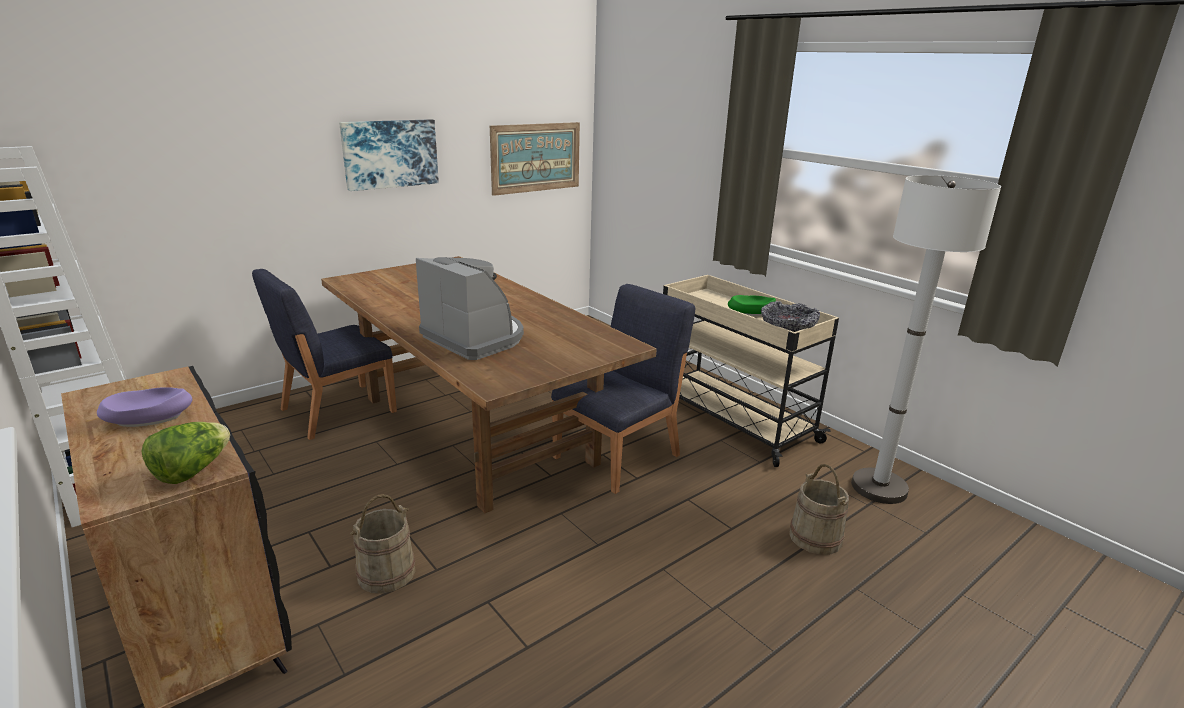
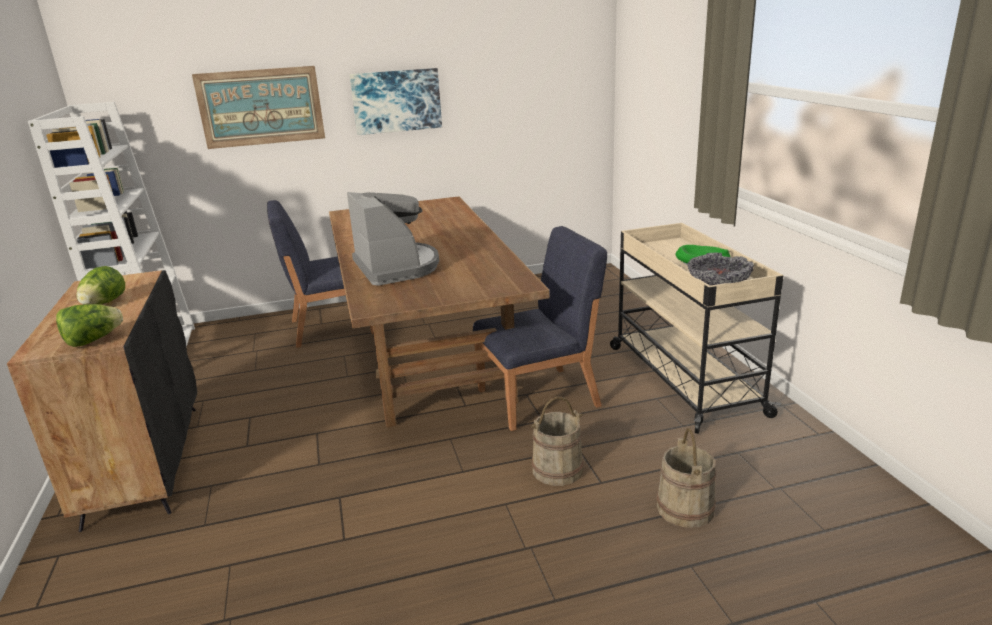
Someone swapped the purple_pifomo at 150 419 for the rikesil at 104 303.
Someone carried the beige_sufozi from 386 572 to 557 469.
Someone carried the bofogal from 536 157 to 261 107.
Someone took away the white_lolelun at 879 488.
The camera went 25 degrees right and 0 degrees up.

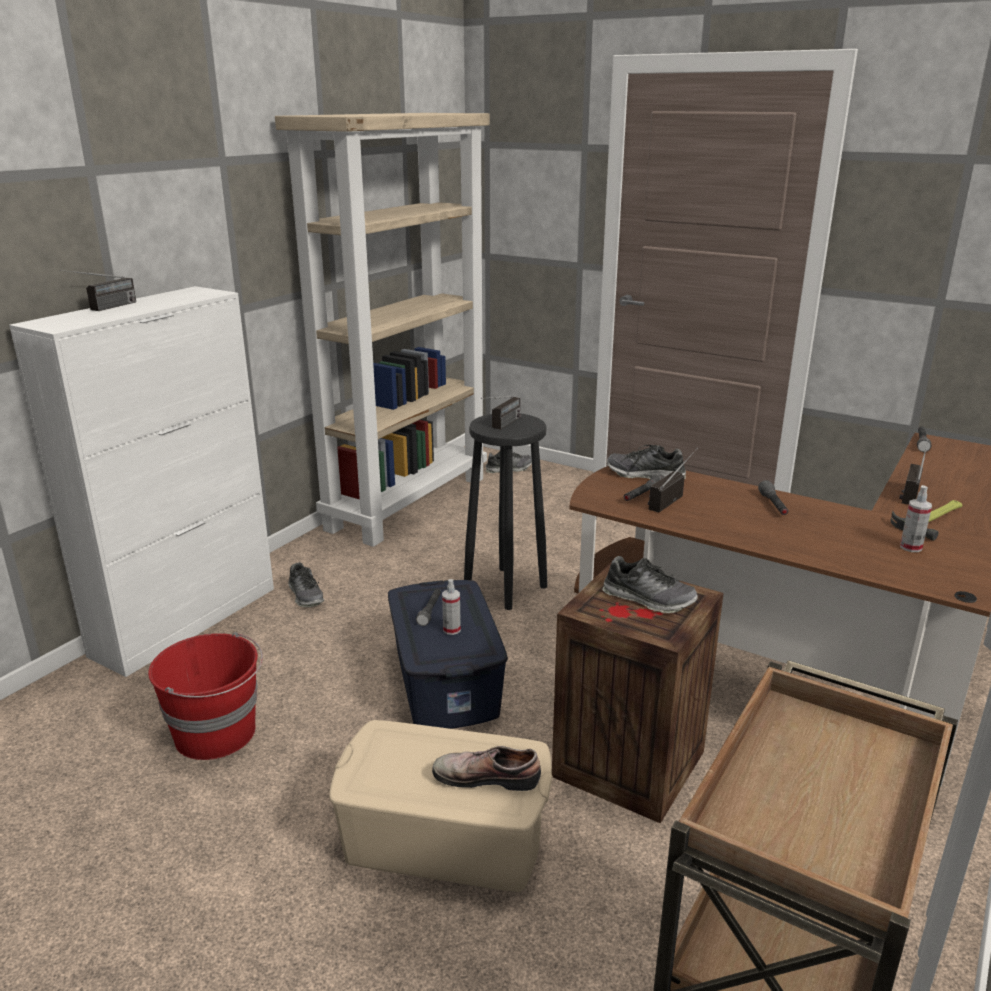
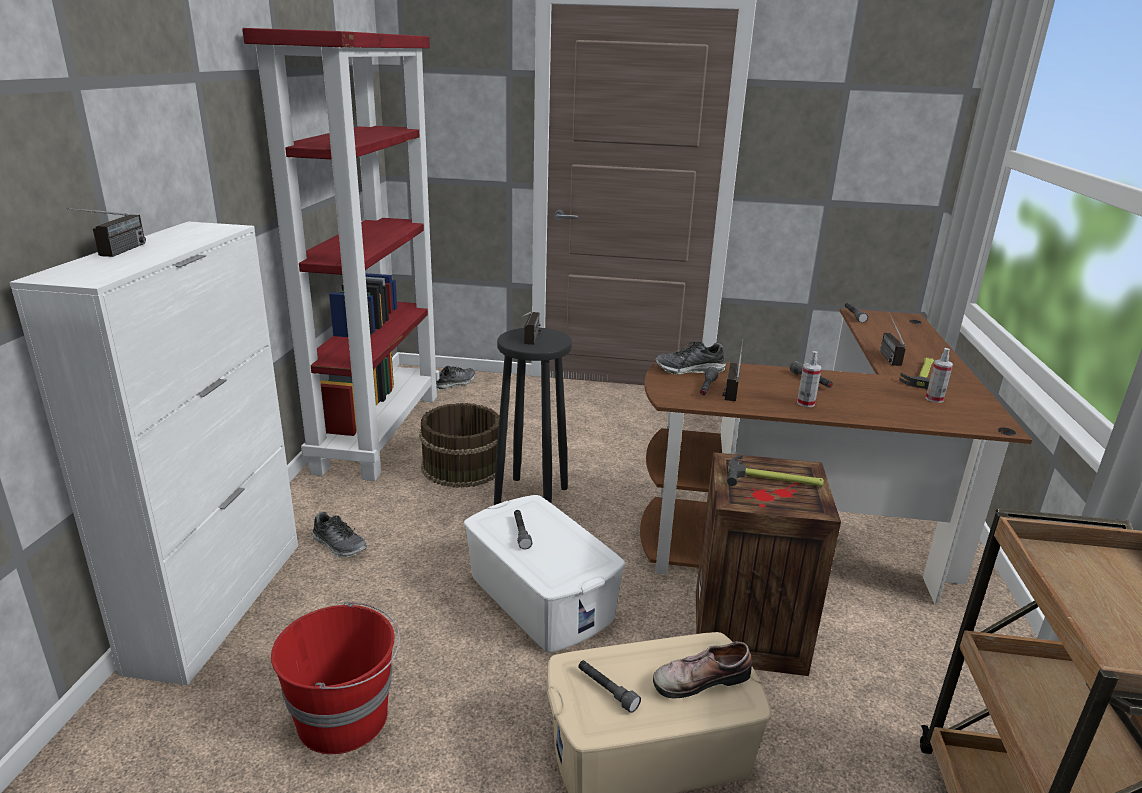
Someone repainted the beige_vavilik at 407 502, which became the red_vavilik at 378 430.
Someone repainted the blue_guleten at 446 680, which became the white_guleten at 541 597.
Someone carried the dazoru from 451 629 to 805 403.
Someone swapped the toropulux at 648 599 for the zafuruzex at 774 480.
Someone put down the brown_sufozi at 461 466.
Someone put down the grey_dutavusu at 606 690.
The camera went 25 degrees left and 0 degrees up.

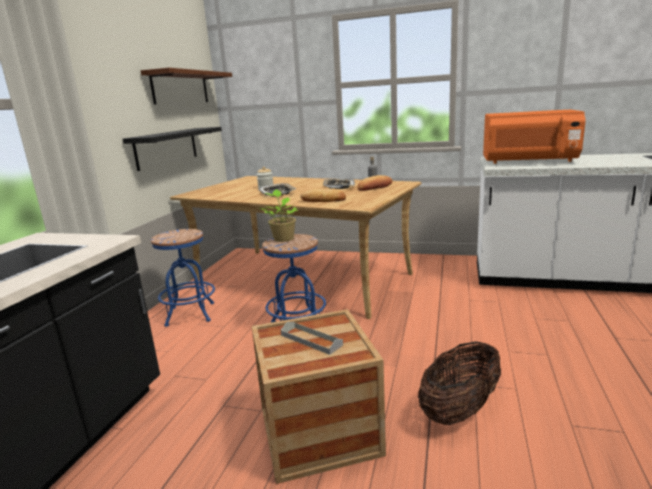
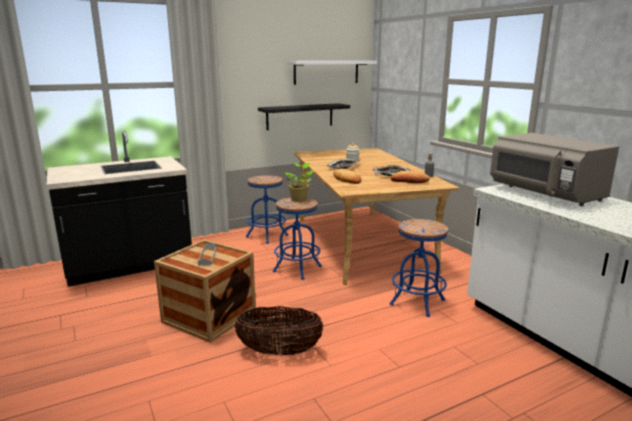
Someone repainted the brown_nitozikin at 180 88, which became the white_nitozikin at 326 72.
Someone repainted the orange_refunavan at 528 161, which became the grey_refunavan at 545 194.
Someone put down the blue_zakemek at 417 302.
The camera went 45 degrees right and 0 degrees up.

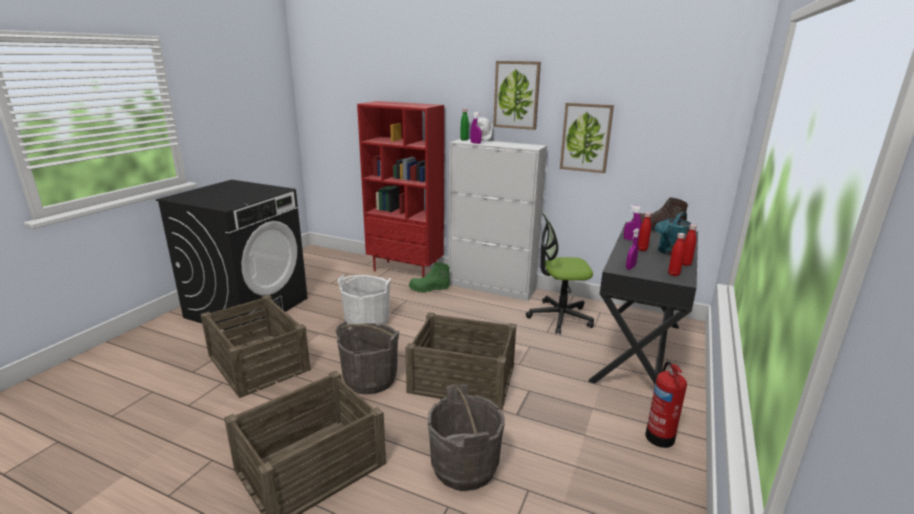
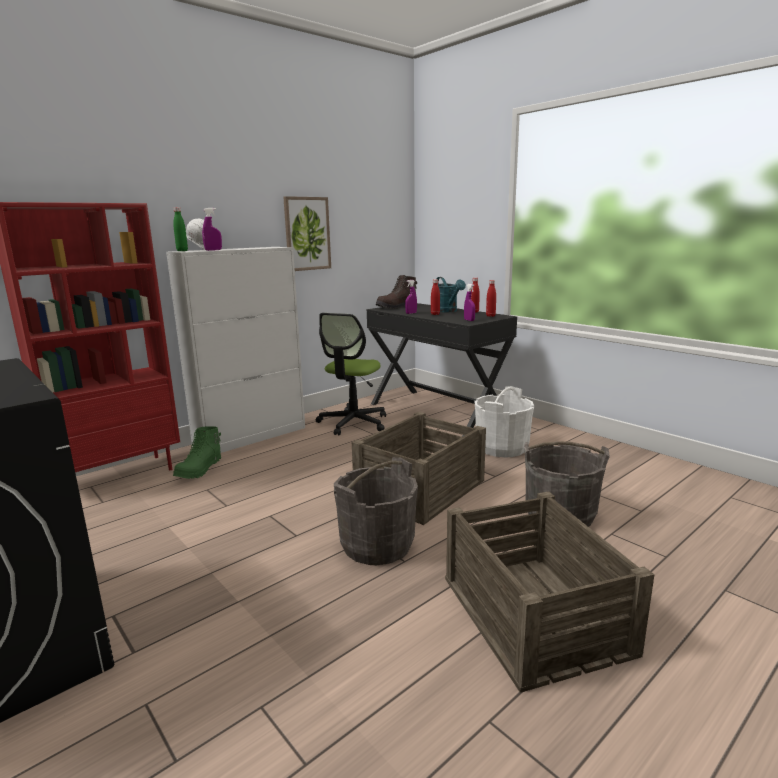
Someone took away the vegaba at 258 363.
Someone carried the white_sufozi from 367 321 to 501 447.
Someone took away the bofogal at 516 95.
Someone took away the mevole at 659 436.
The camera went 65 degrees left and 5 degrees down.

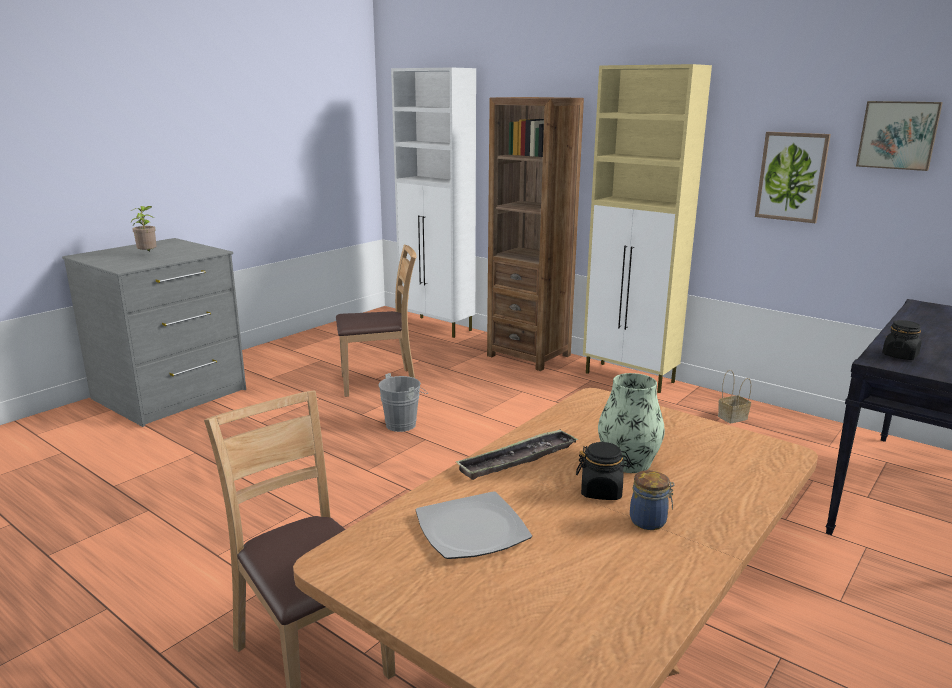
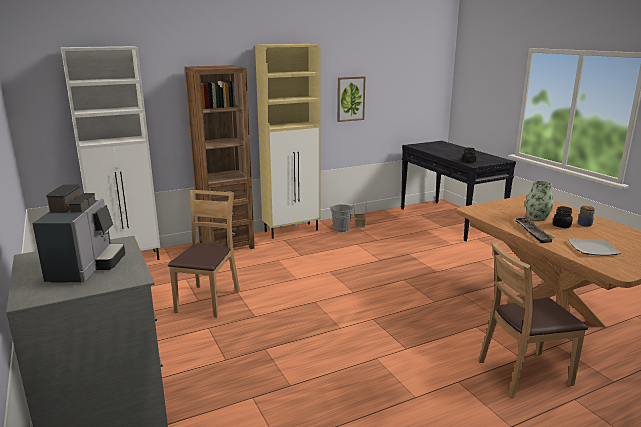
Someone swapped the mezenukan at 148 254 for the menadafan at 86 267.
Someone carried the grey_sufozi from 404 424 to 340 228.
Someone took away the bofogal at 898 135.
The camera went 65 degrees left and 0 degrees up.

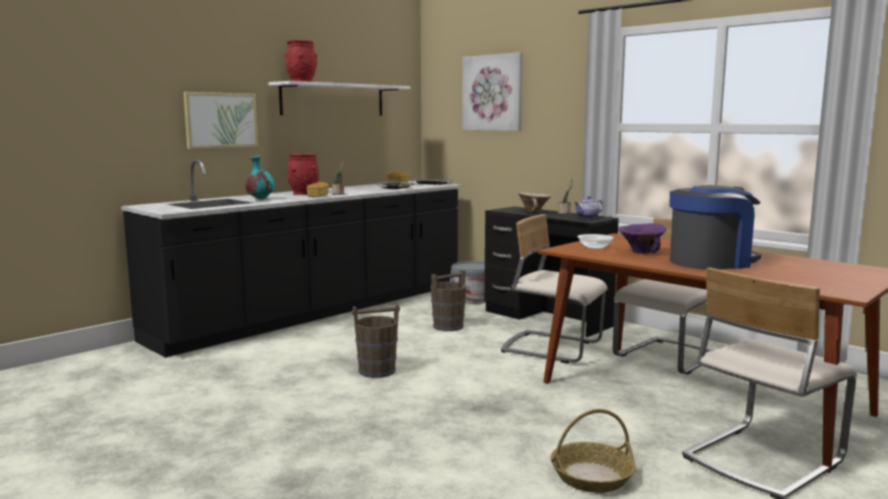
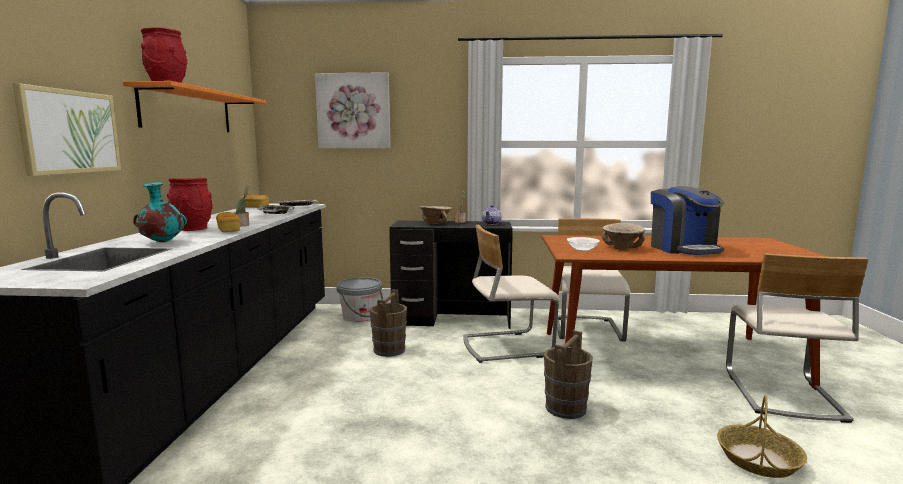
Someone repainted the white_nitozikin at 333 100, which became the orange_nitozikin at 188 111.
Someone carried the brown_sufozi from 376 371 to 565 408.
Someone repainted the purple_pifomo at 640 252, which became the beige_pifomo at 622 248.
Someone rotated the menadafan at 711 262 by 135 degrees clockwise.
The camera went 40 degrees left and 0 degrees up.

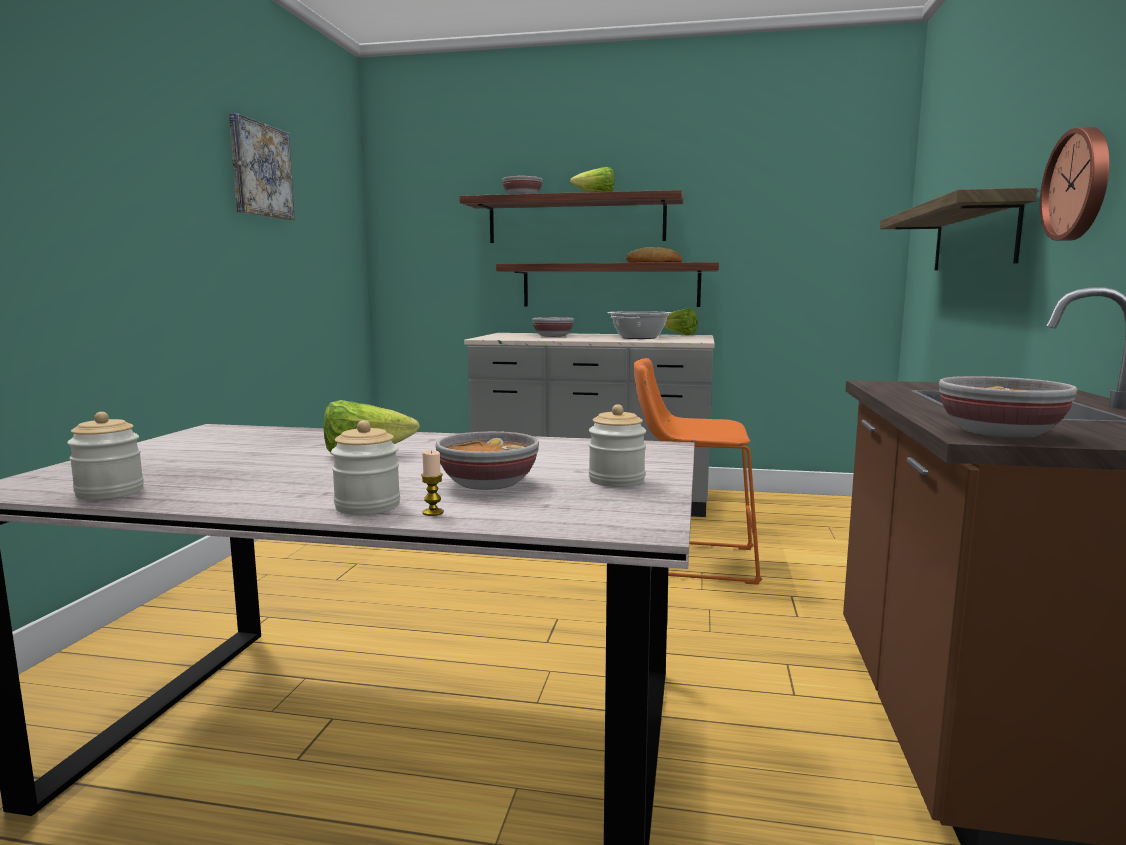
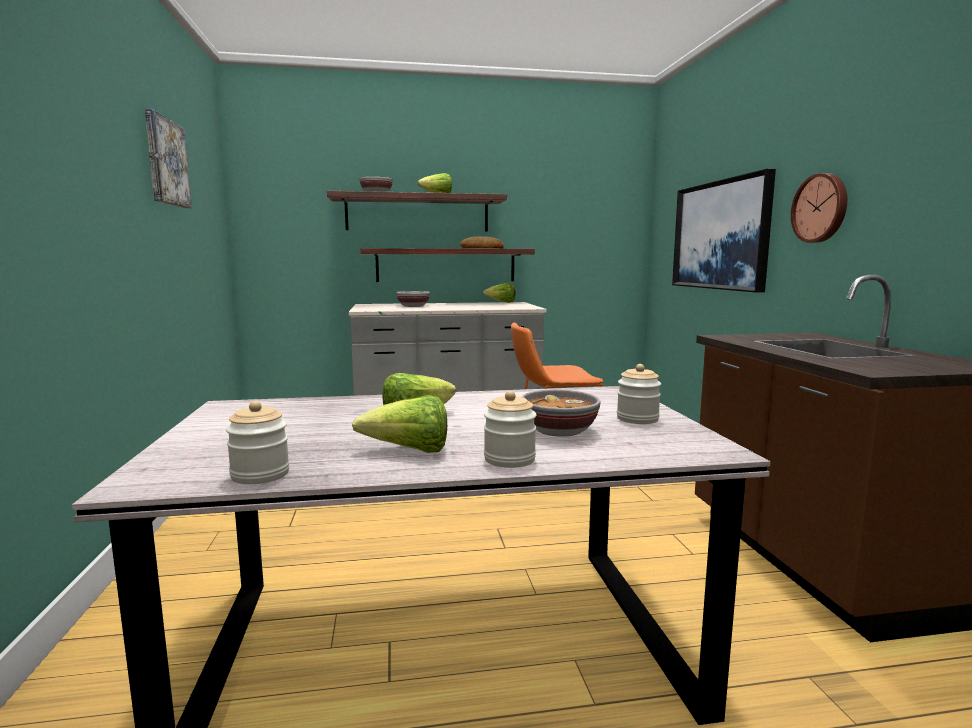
Someone took away the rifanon at 433 512.
Someone took away the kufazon at 639 338.
Someone swapped the nitozikin at 974 236 for the bofogal at 720 235.
Someone took away the pifomo at 1000 434.
Someone put down the rikesil at 409 451.
The camera went 20 degrees left and 0 degrees up.

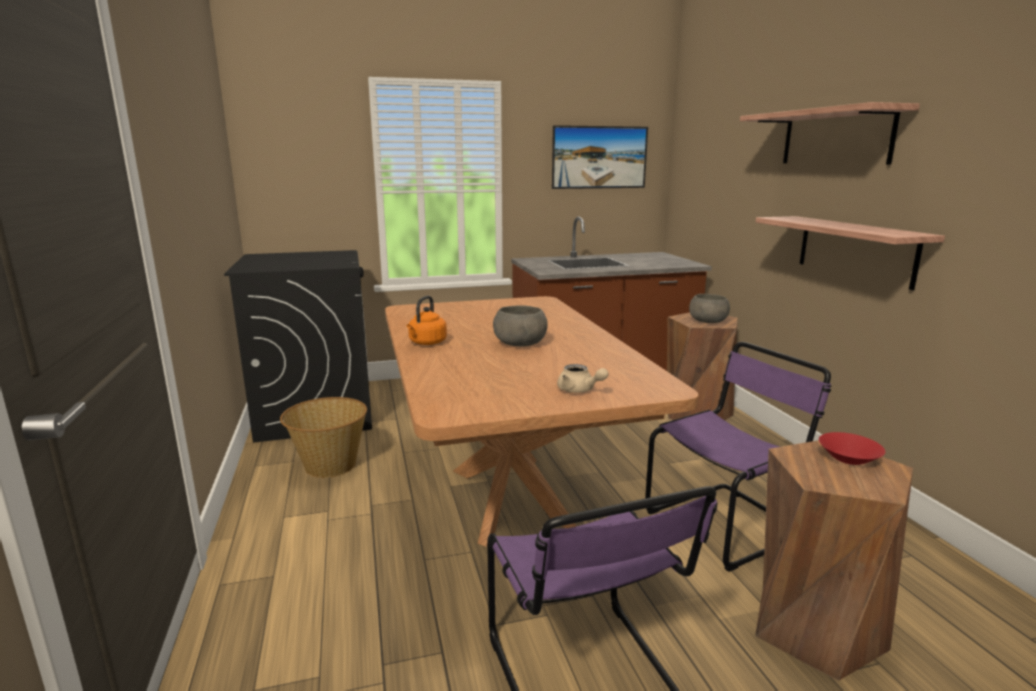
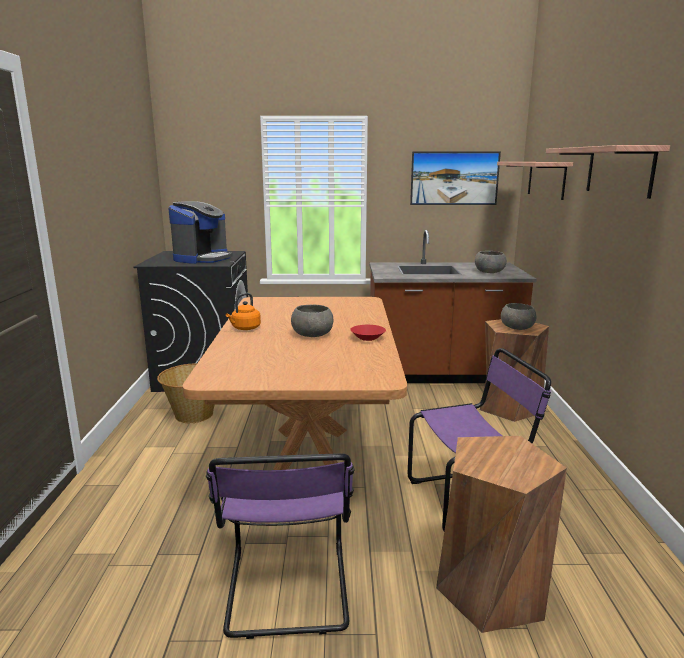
Someone took away the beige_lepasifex at 579 390.
Someone carried the nitozikin from 855 250 to 546 179.
Someone carried the red_pifomo from 848 458 to 368 338.
Someone put down the menadafan at 202 258.
Someone put down the grey_pifomo at 489 272.
The camera went 15 degrees right and 0 degrees up.

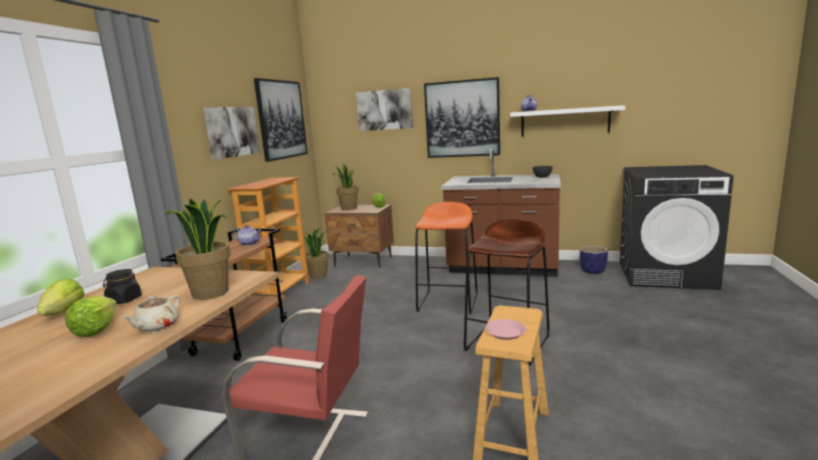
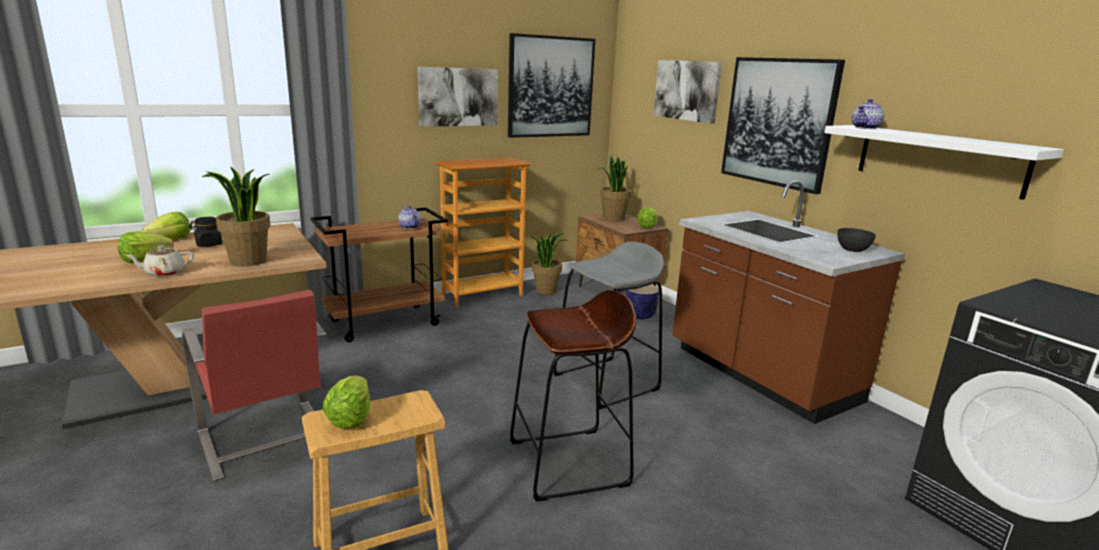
Someone repainted the orange_zakemek at 448 302, which became the grey_zakemek at 606 382.
Someone swapped the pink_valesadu at 505 332 for the rikesil at 351 418.
Someone carried the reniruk from 593 271 to 640 315.
The camera went 40 degrees right and 5 degrees up.

